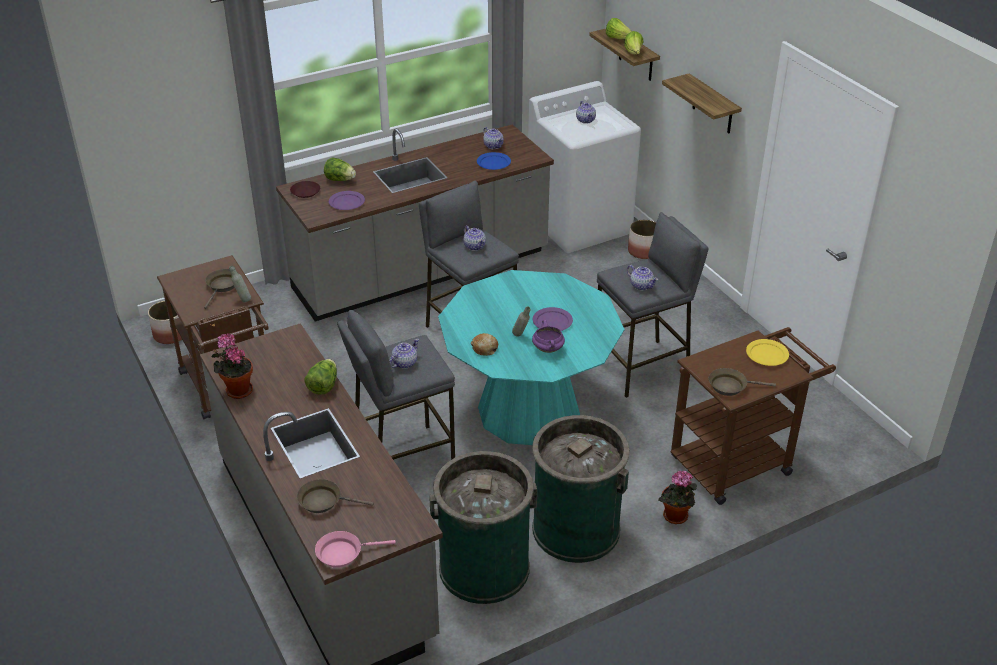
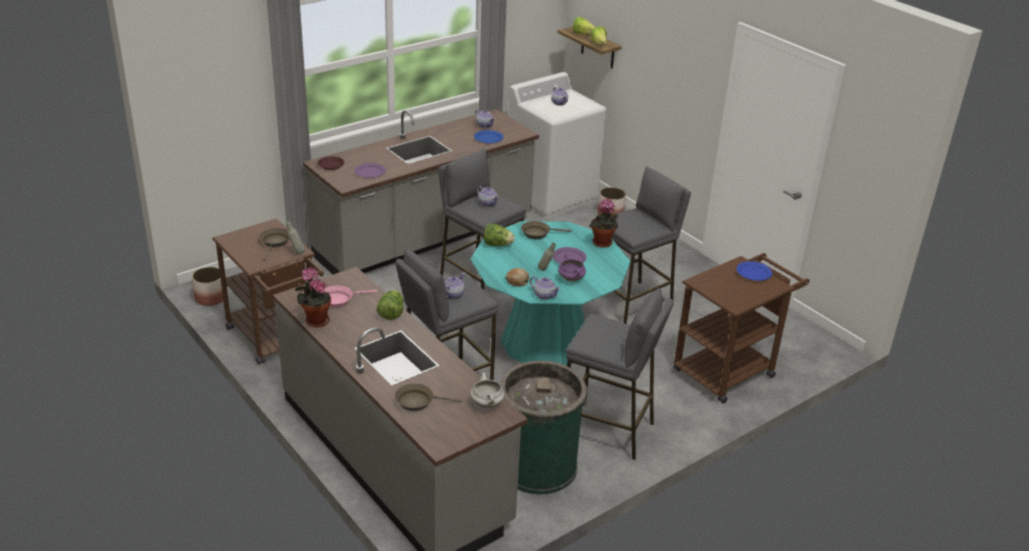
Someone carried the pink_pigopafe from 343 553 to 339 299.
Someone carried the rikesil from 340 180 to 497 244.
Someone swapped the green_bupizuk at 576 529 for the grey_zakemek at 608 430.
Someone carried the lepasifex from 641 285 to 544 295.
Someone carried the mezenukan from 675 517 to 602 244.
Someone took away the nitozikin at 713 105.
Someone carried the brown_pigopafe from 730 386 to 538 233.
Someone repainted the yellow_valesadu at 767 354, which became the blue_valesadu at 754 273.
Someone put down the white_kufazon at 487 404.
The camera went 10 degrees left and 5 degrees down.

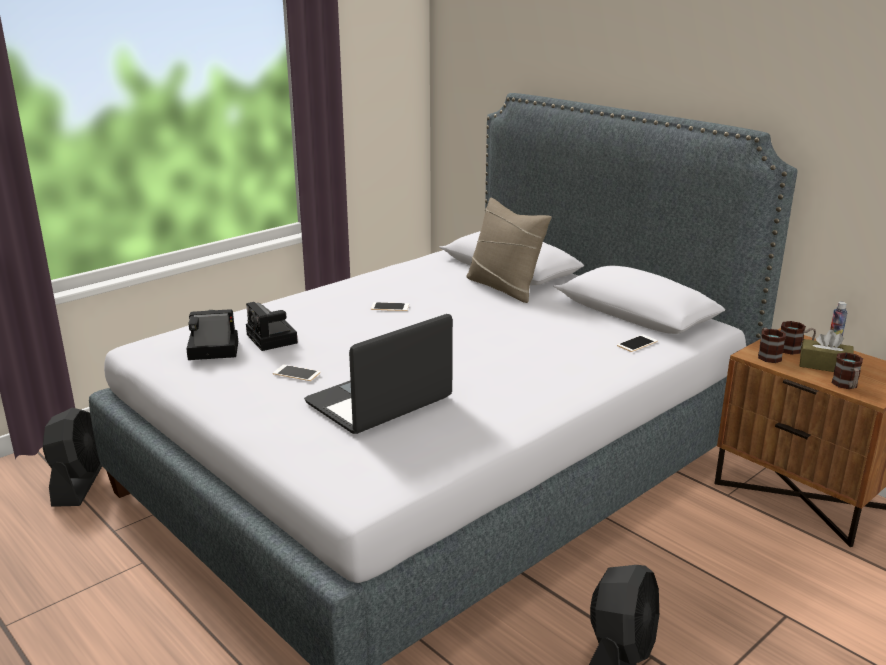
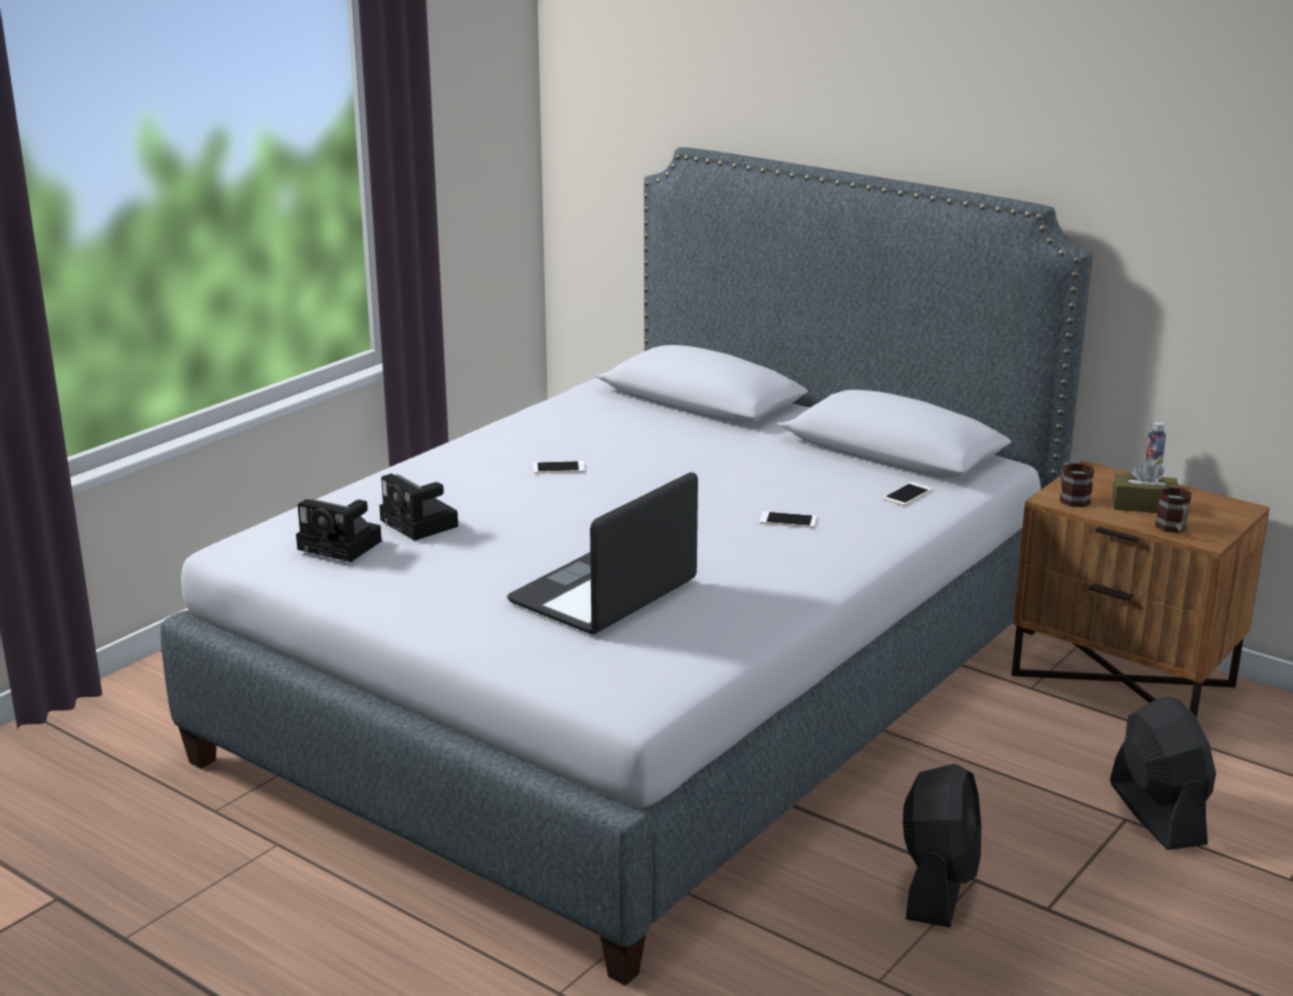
Someone carried the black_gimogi from 79 484 to 1156 813.
Someone rotated the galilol at 211 351 by 135 degrees counterclockwise.
Someone carried the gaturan from 296 373 to 788 520.
Someone took away the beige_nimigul at 504 287.
Someone took away the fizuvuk at 794 349.
The camera went 10 degrees left and 0 degrees up.

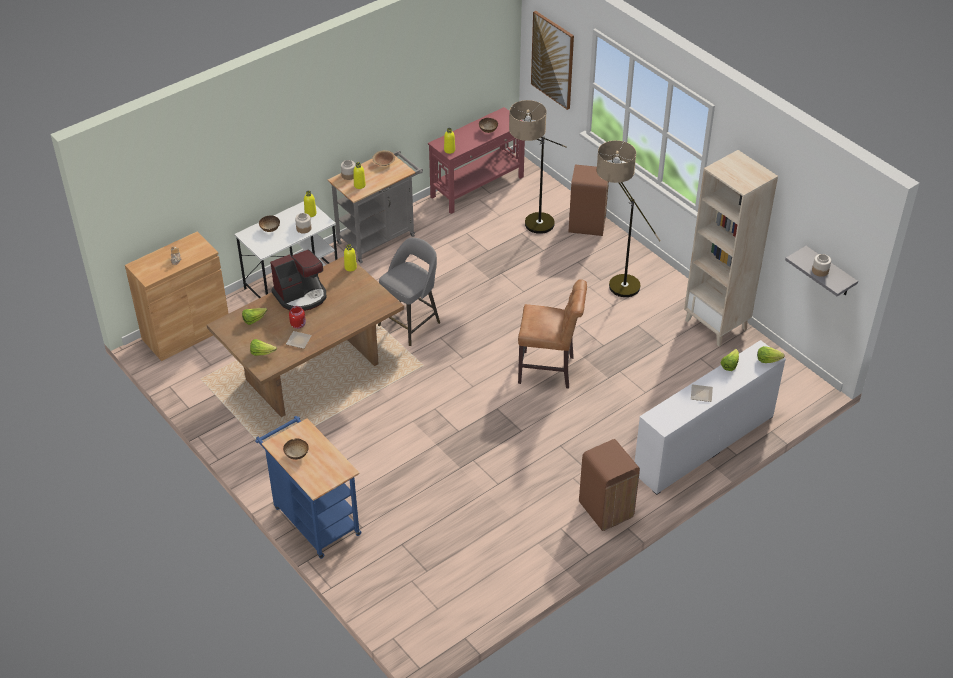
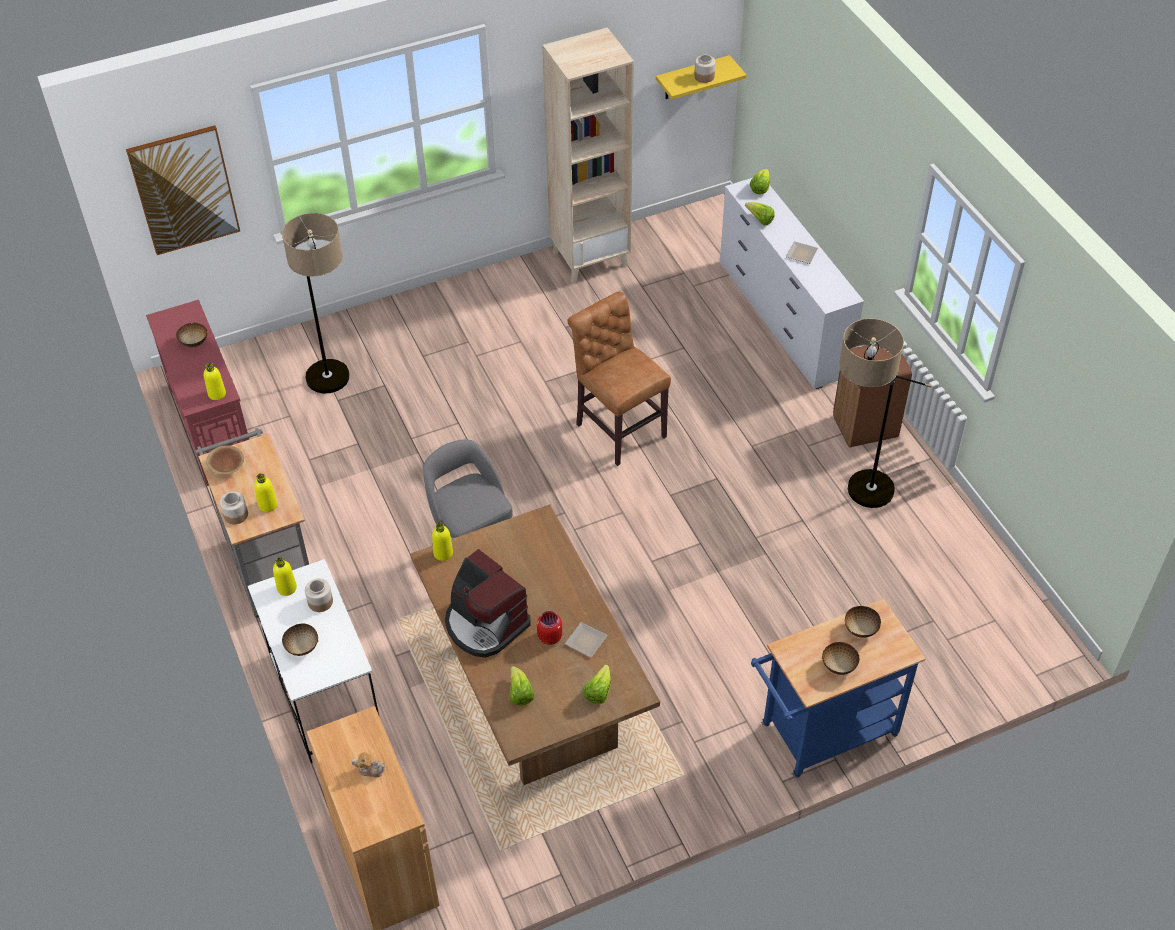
Someone rotated the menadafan at 301 295 by 150 degrees clockwise.
Someone rotated the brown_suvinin at 549 370 by 60 degrees counterclockwise.
Someone took away the brown_bupizuk at 587 225.
Someone carried the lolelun from 614 280 to 855 497.
Someone repainted the grey_nitozikin at 829 272, which became the yellow_nitozikin at 692 78.
Someone put down the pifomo at 860 629.
The camera went 75 degrees left and 5 degrees up.

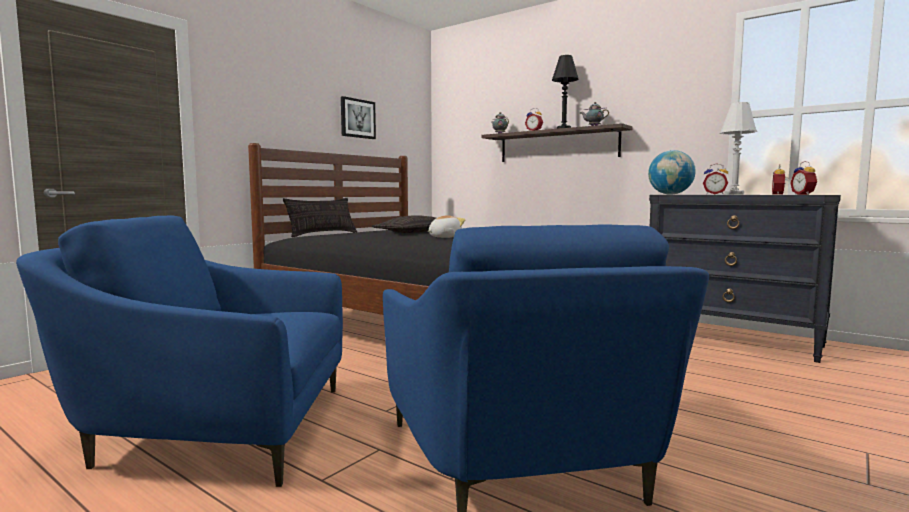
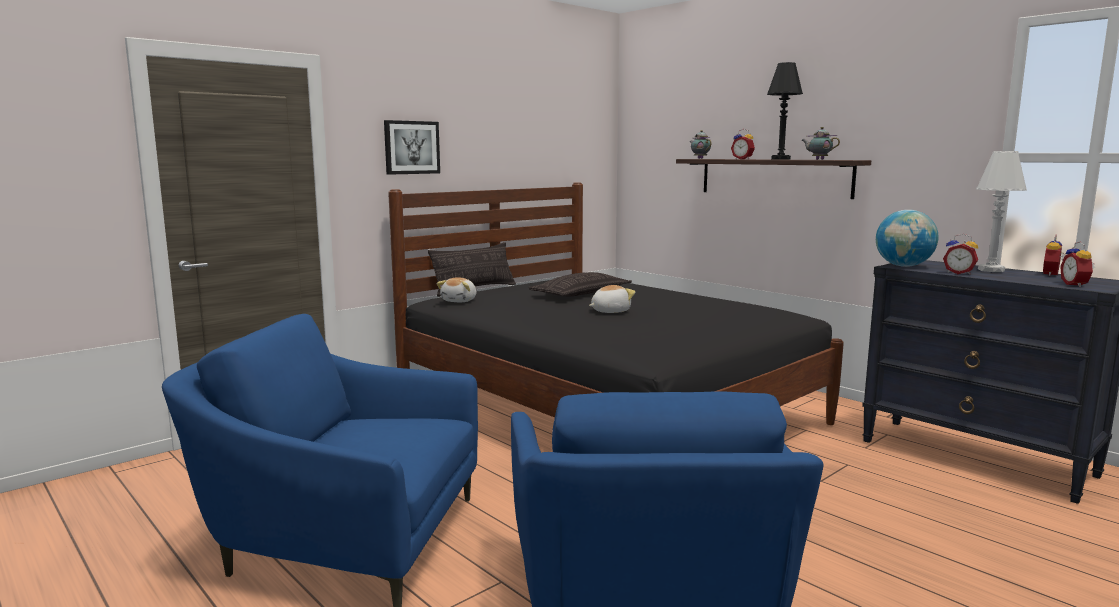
Someone carried the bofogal from 357 118 to 411 147.
Someone put down the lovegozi at 460 301.
The camera went 10 degrees right and 5 degrees up.

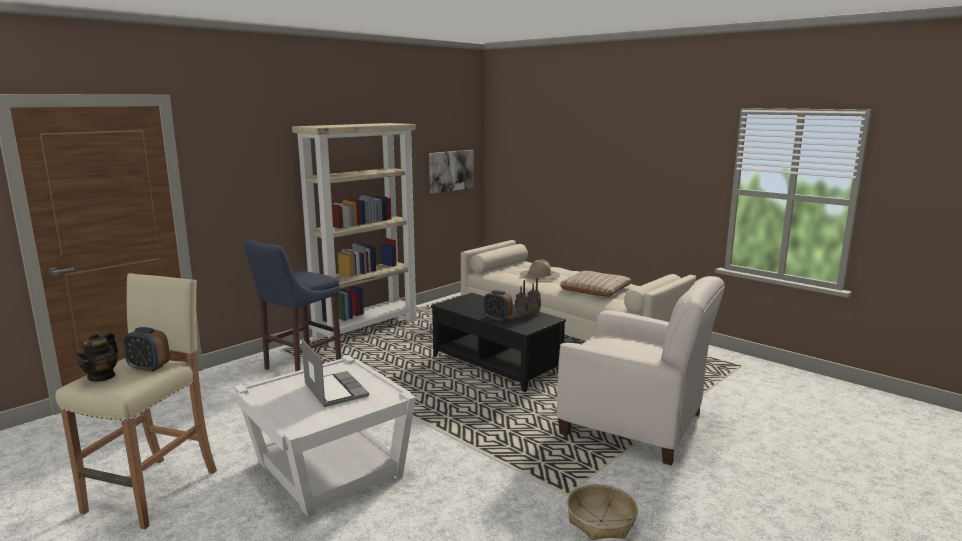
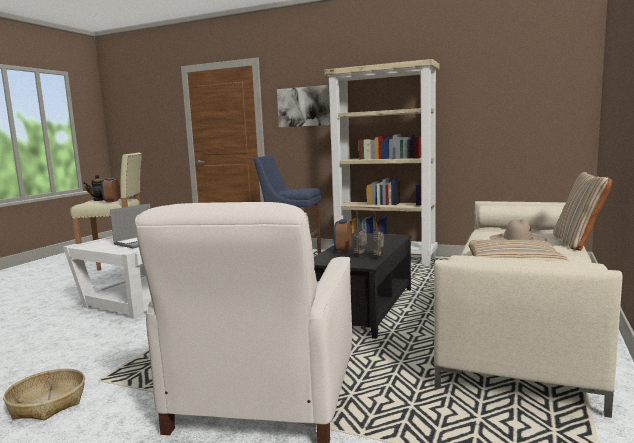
Someone carried the bofogal from 451 170 to 304 106.
Someone put down the beige_nimigul at 578 243.
The camera went 70 degrees right and 5 degrees down.

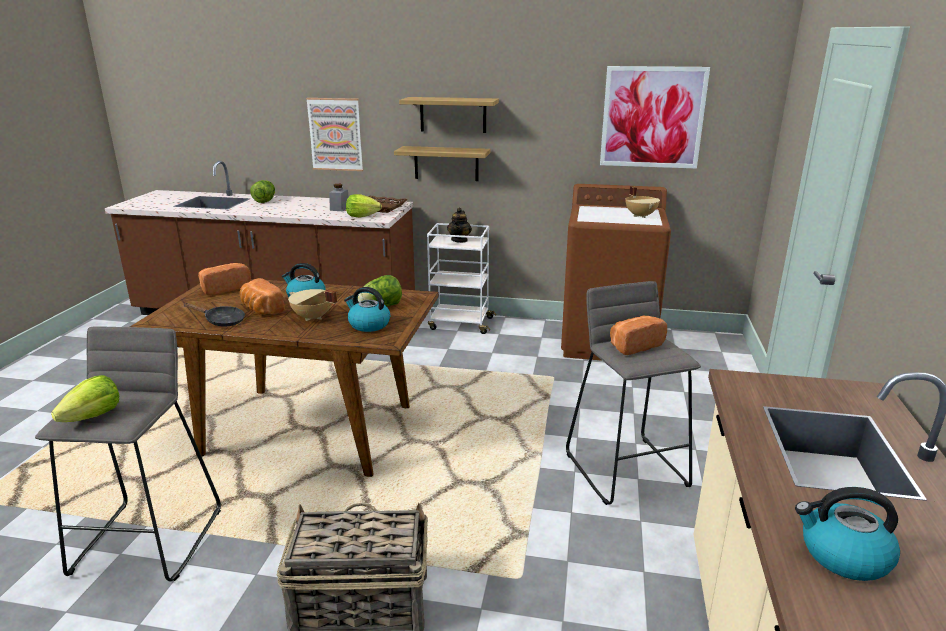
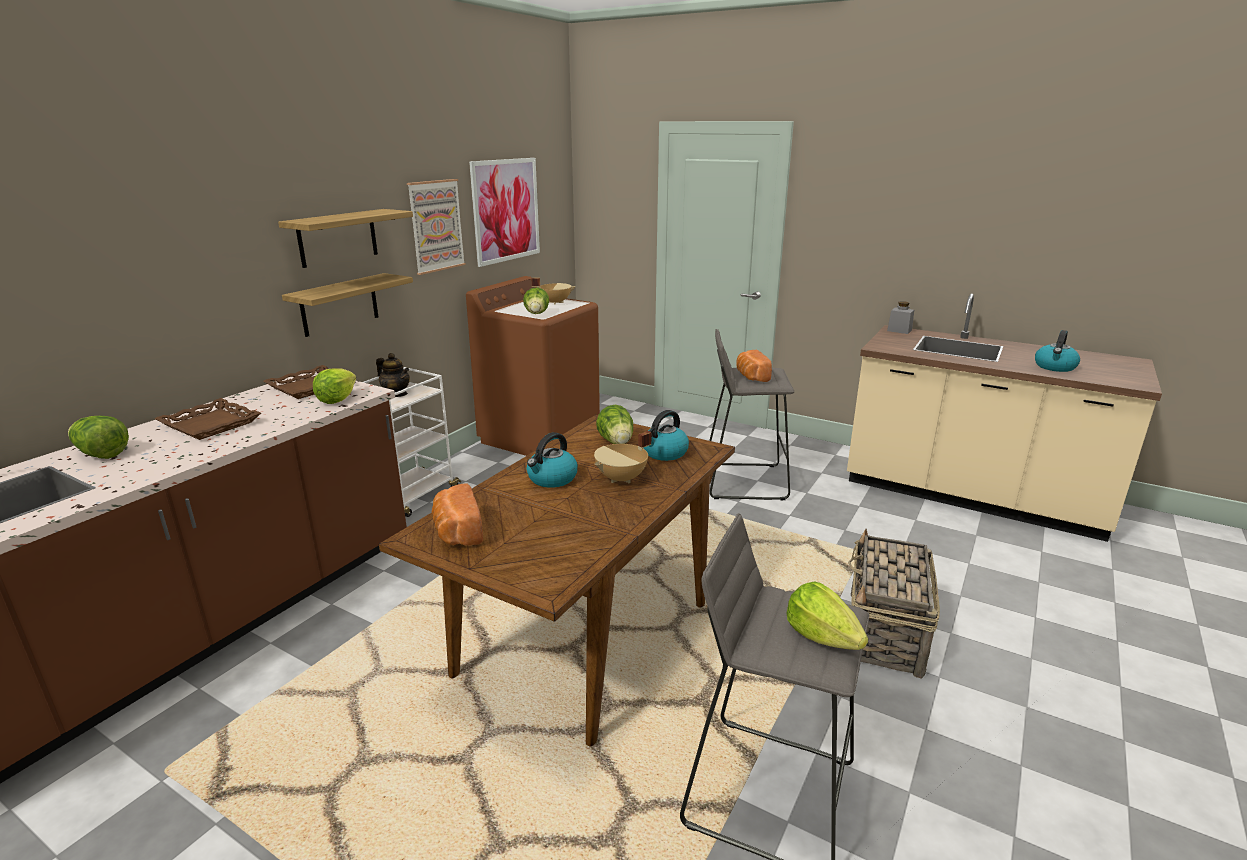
Someone took away the black_pigopafe at 221 321.
Someone took away the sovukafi at 261 309.
Someone carried the bofogal from 335 134 to 436 226.
Someone carried the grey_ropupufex from 340 208 to 899 330.
Someone put down the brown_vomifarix at 211 424.
Someone put down the rikesil at 537 314.
The camera went 70 degrees left and 0 degrees up.

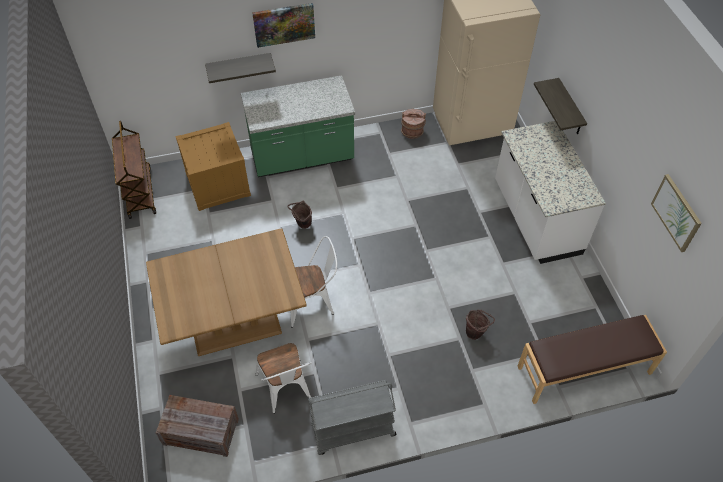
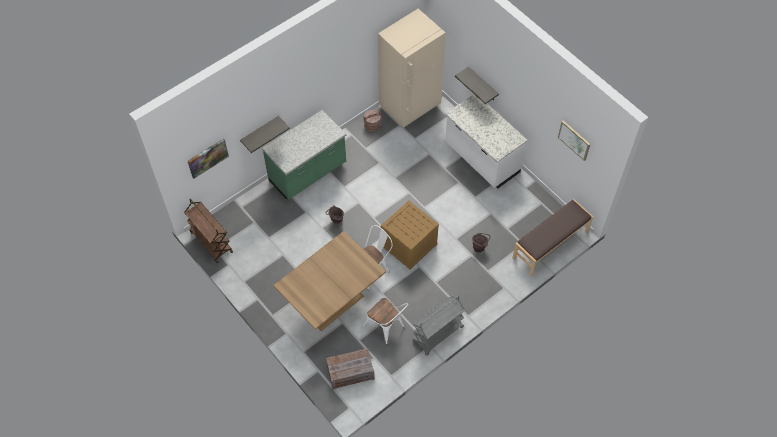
Someone carried the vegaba from 218 184 to 409 245.
Someone carried the bofogal from 284 24 to 207 157.
The camera went 25 degrees left and 5 degrees up.

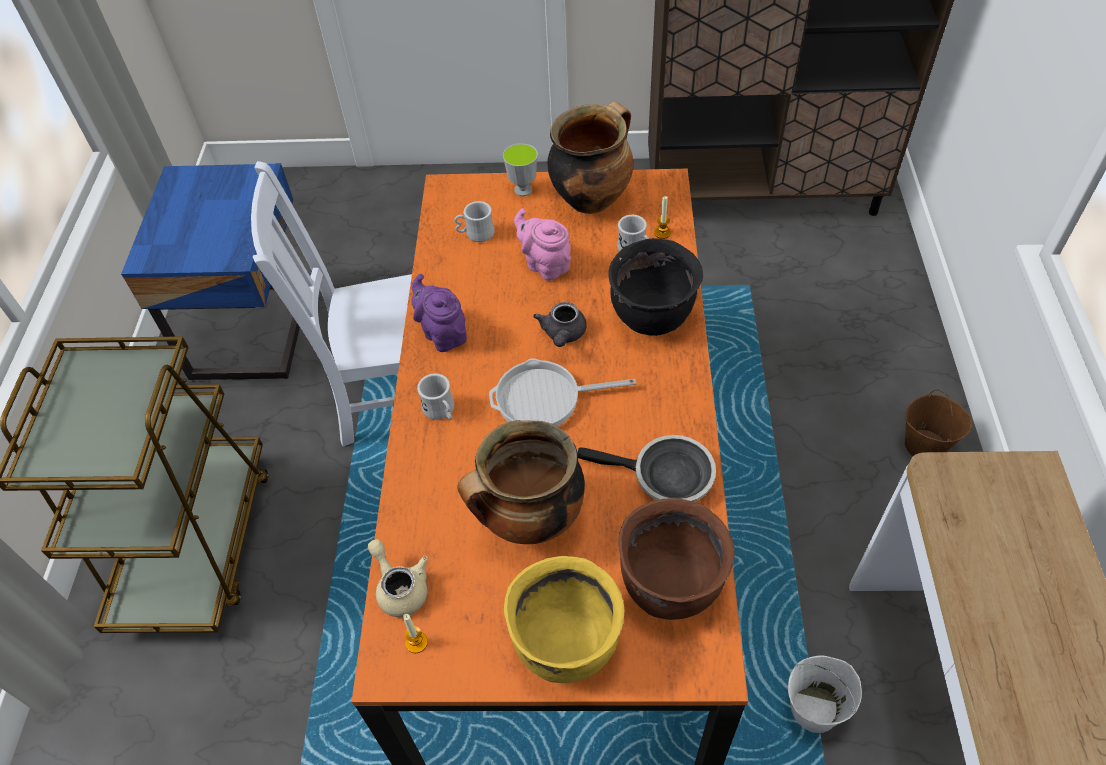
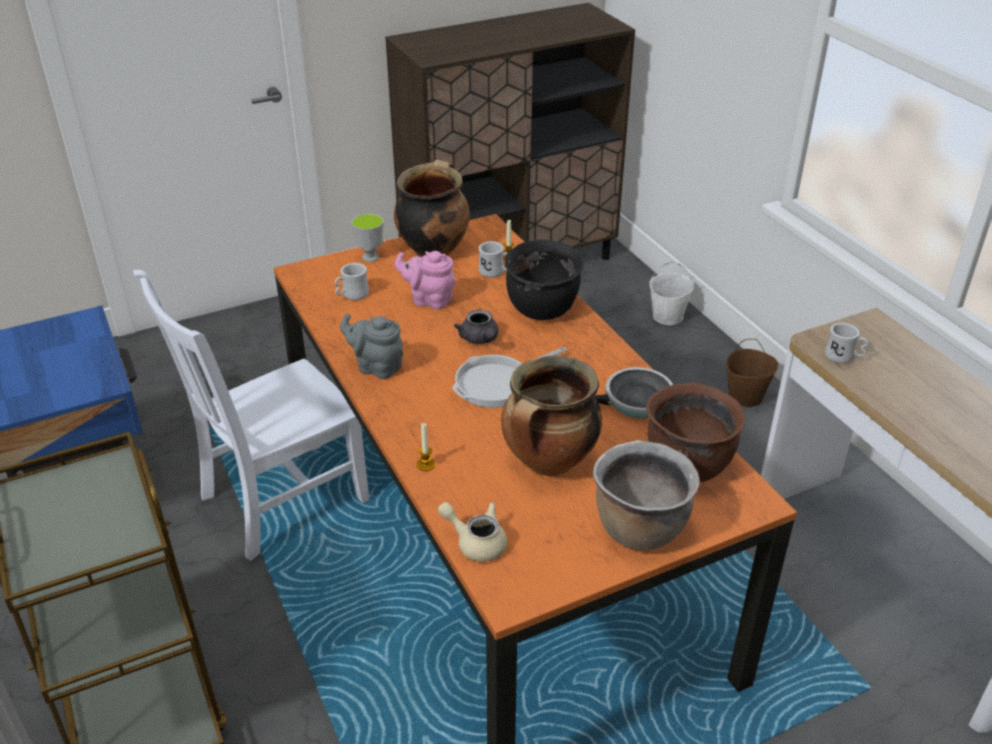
Someone carried the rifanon from 416 642 to 426 465.
Someone repainted the purple_lepasifex at 443 334, which became the grey_lepasifex at 376 367.
Someone carried the white_fizuvuk from 441 411 to 843 357.
Someone repainted the yellow_kufazon at 565 643, which became the brown_kufazon at 639 527.
Someone carried the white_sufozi from 814 708 to 668 316.
The camera went 30 degrees left and 15 degrees down.

